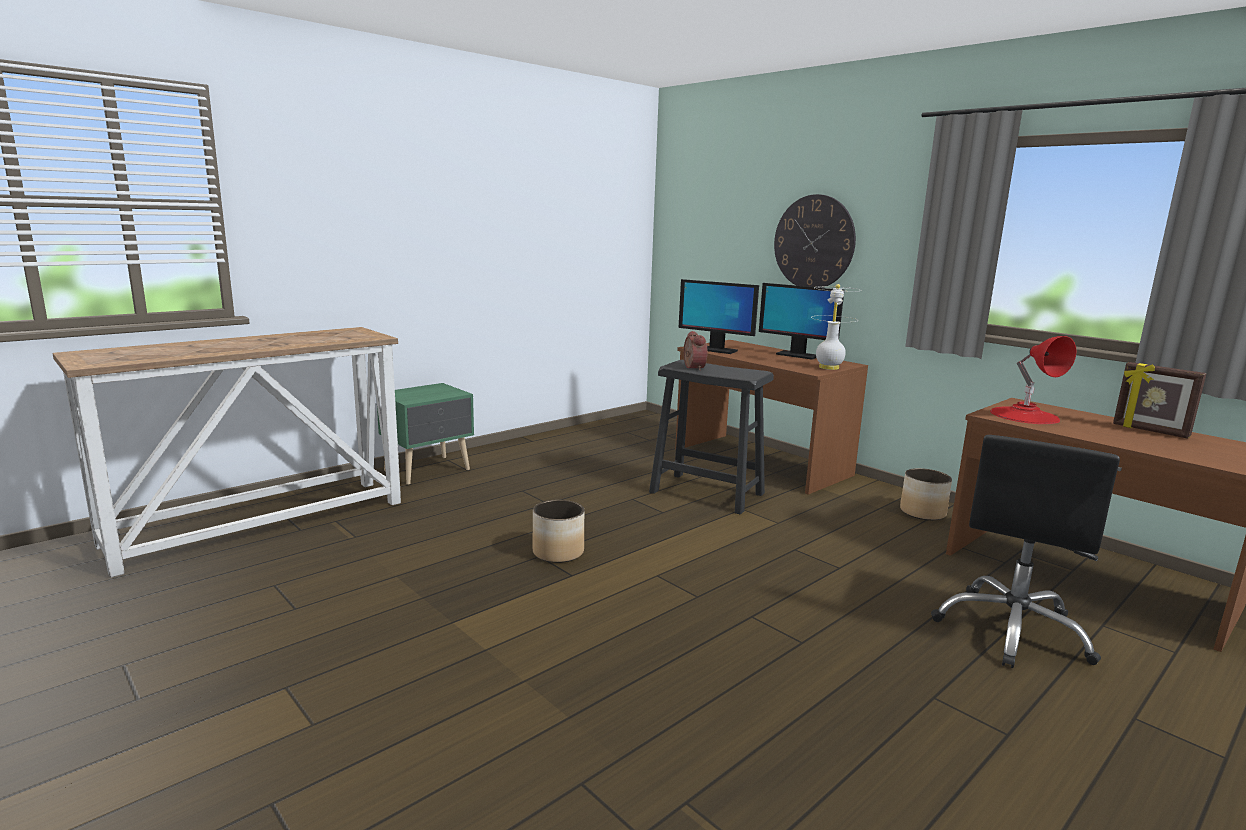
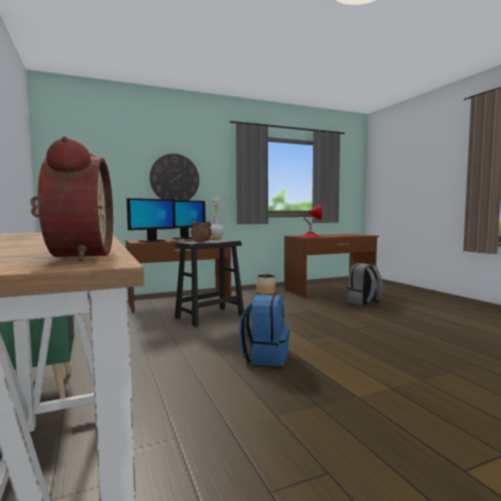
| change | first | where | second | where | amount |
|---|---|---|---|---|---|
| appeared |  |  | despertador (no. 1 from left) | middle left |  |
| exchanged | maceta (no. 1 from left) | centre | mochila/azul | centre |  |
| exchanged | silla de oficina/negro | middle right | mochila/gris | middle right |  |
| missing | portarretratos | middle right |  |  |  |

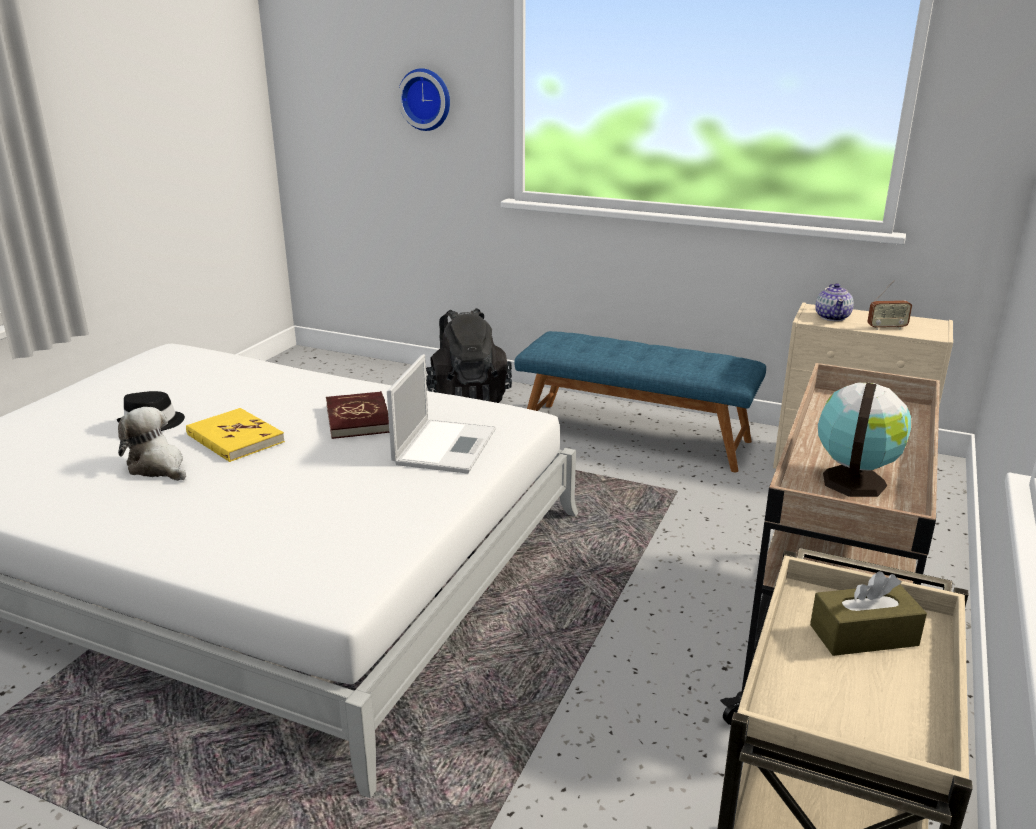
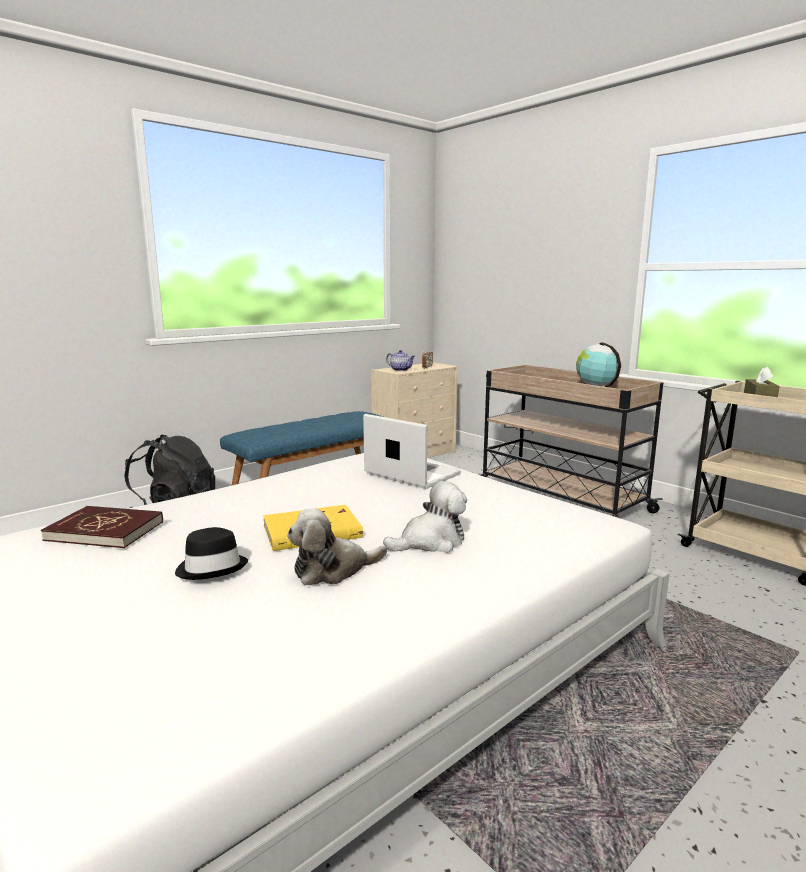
| change | first | where | second | where | amount |
|---|---|---|---|---|---|
| relocated | libro/rojo | centre |  | middle left |  |
| appeared |  |  | peluche (no. 2 from left) | centre |  |
| missing | reloj de pared | top centre |  |  |  |

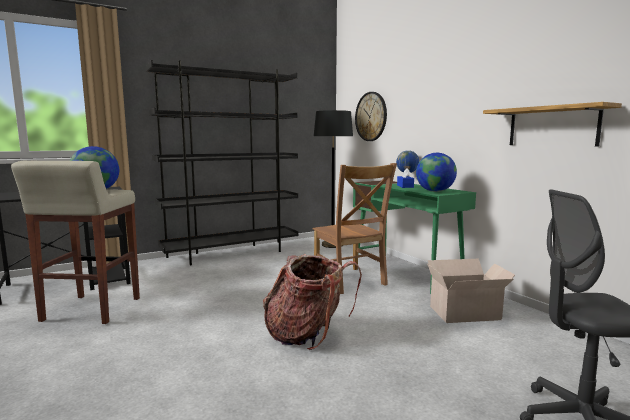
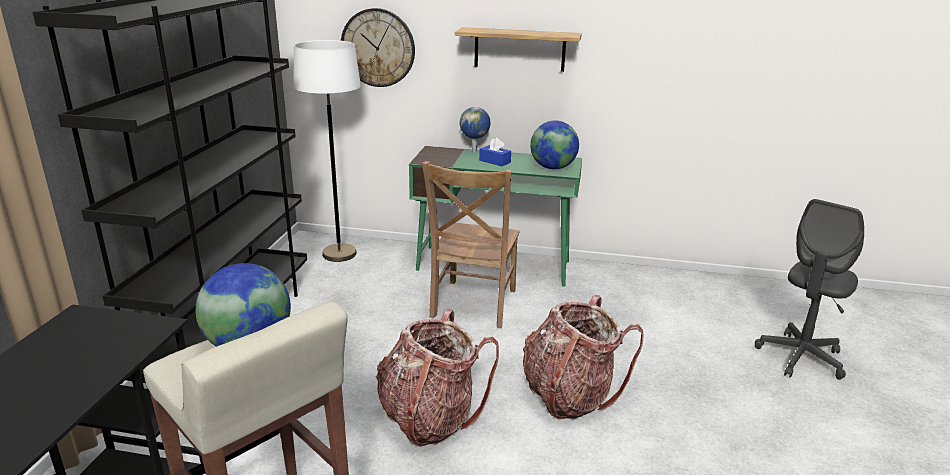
| change | first | where | second | where | amount |
|---|---|---|---|---|---|
| colour | lámpara de pie/negro | centre | lámpara de pie/blanco | top centre |  |
| appeared |  |  | mochila (no. 1 from left) | bottom centre |  |
| spun | silla/marrón | centre |  | centre | 90 degrees clockwise |
| relocated | estante | top right |  | top centre |  |
| missing | caja de cartón | bottom right |  |  |  |

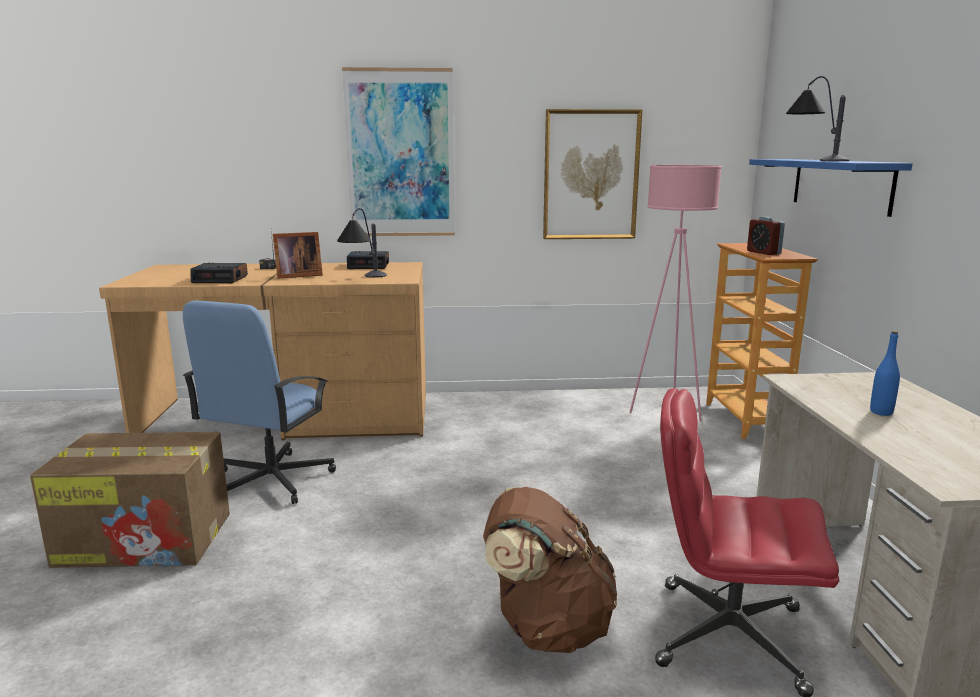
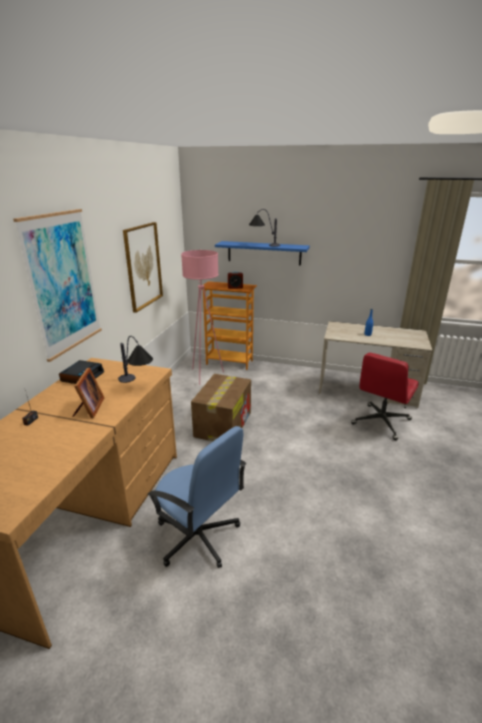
| change | first | where | second | where | amount |
|---|---|---|---|---|---|
| relocated | caja de cartón | bottom left |  | centre |  |
| missing | despertador (no. 1 from left) | middle left |  |  |  |
| missing | mochila/marrón | bottom centre |  |  |  |

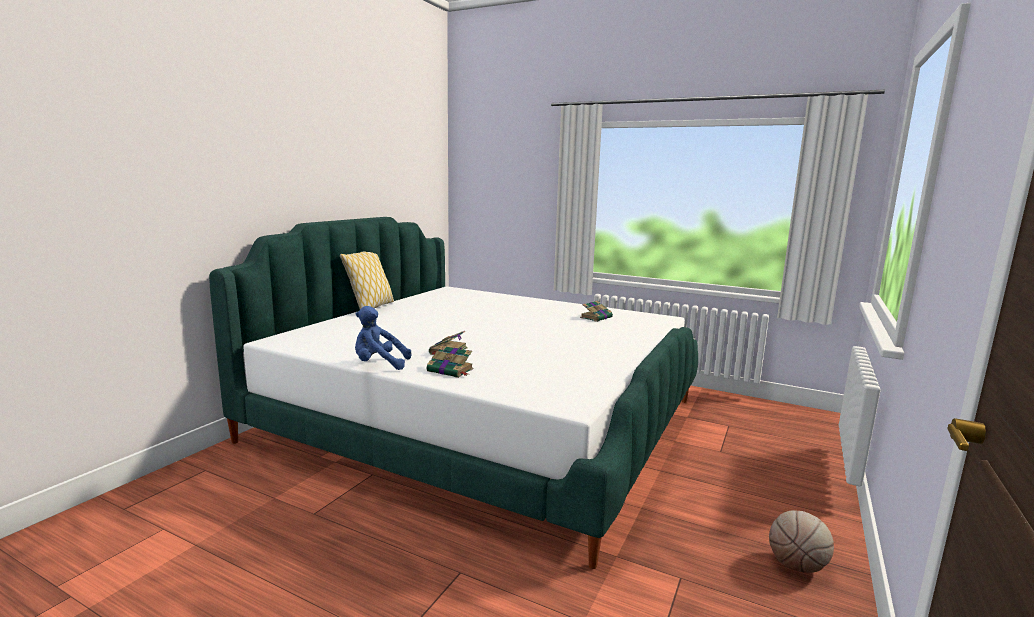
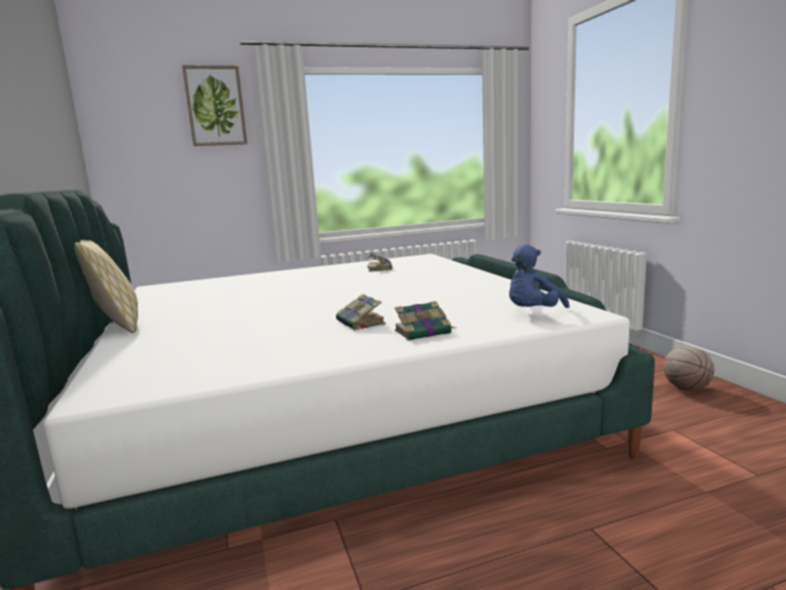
| change | first | where | second | where | amount |
|---|---|---|---|---|---|
| appeared |  |  | cuadro | top left |  |
| relocated | peluche/azul | centre |  | middle right |  |

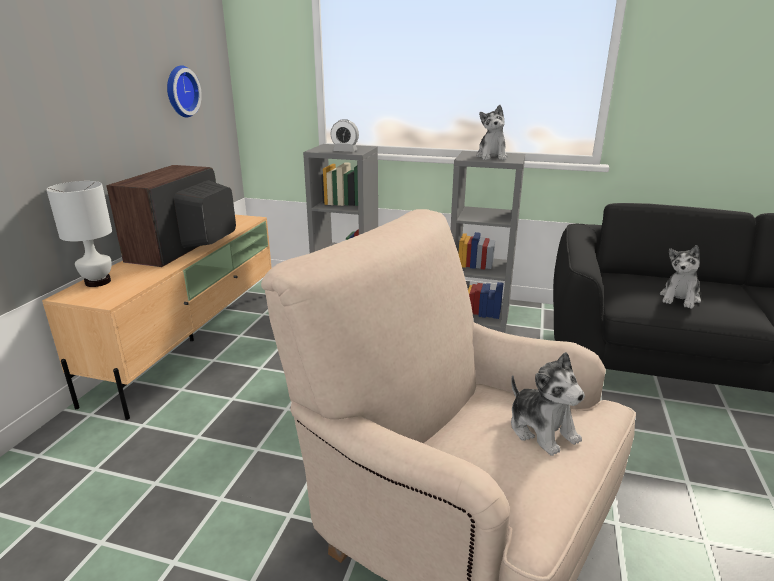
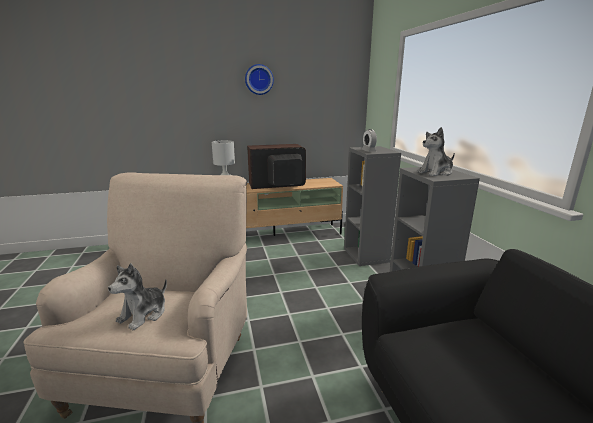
| change | first | where | second | where | amount |
|---|---|---|---|---|---|
| relocated | reloj de pared | top left |  | top centre |  |
| missing | peluche (no. 3 from left) | middle right |  |  |  |

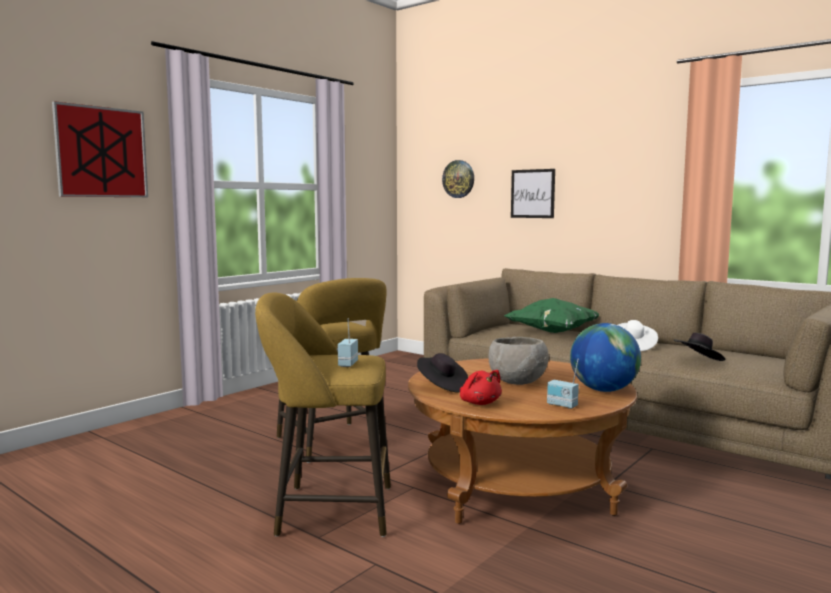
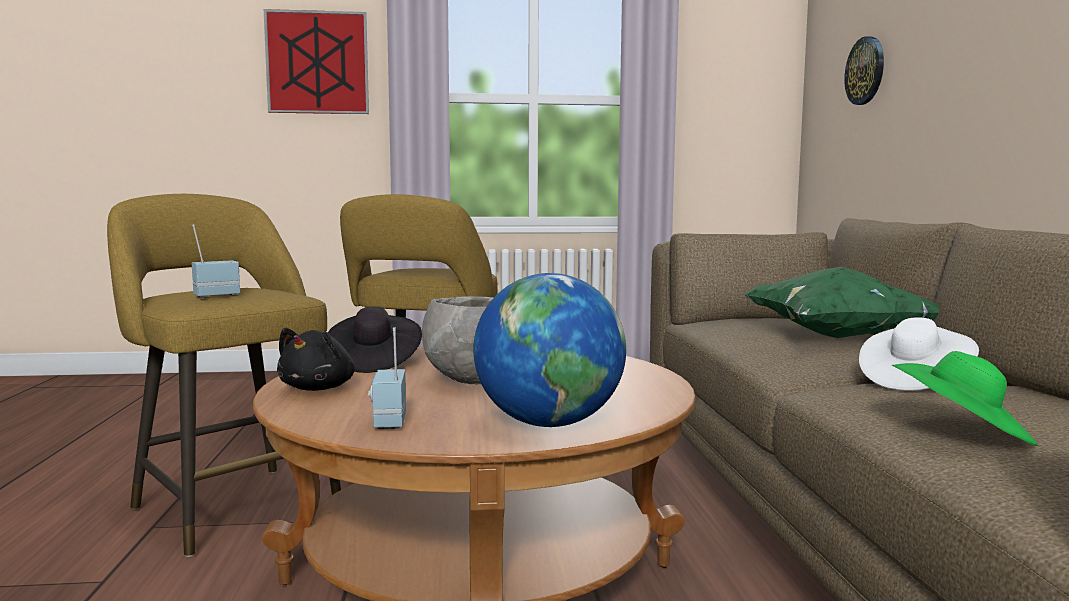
| change | first | where | second | where | amount |
|---|---|---|---|---|---|
| colour | peluche/rojo | centre | peluche/negro | middle left |  |
| colour | sombrero/negro (no. 2 from left) | middle right | sombrero/verde | middle right |  |
| missing | cuadro (no. 2 from left) | top centre |  |  |  |

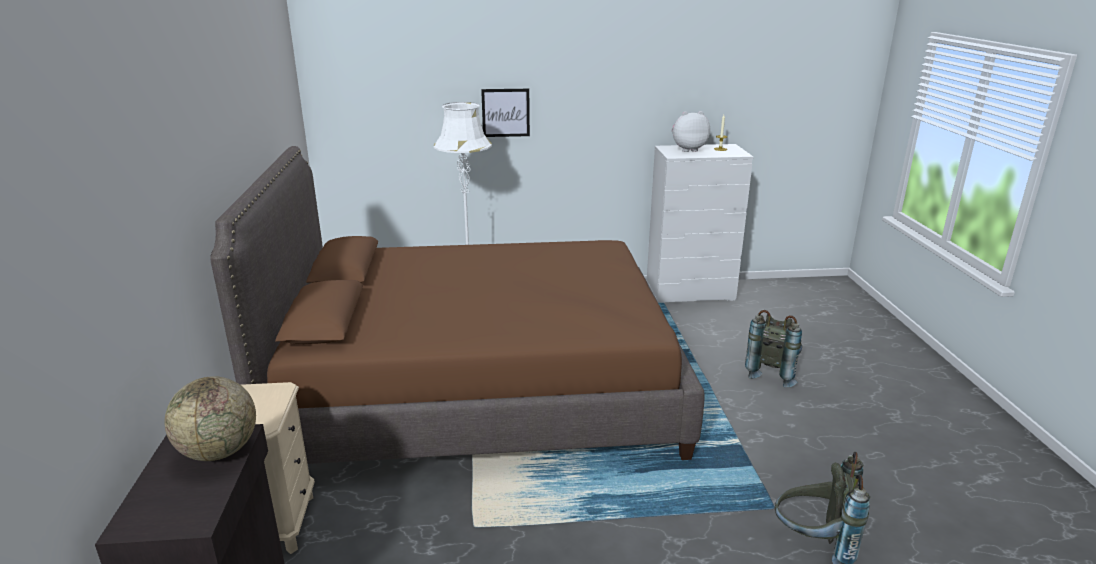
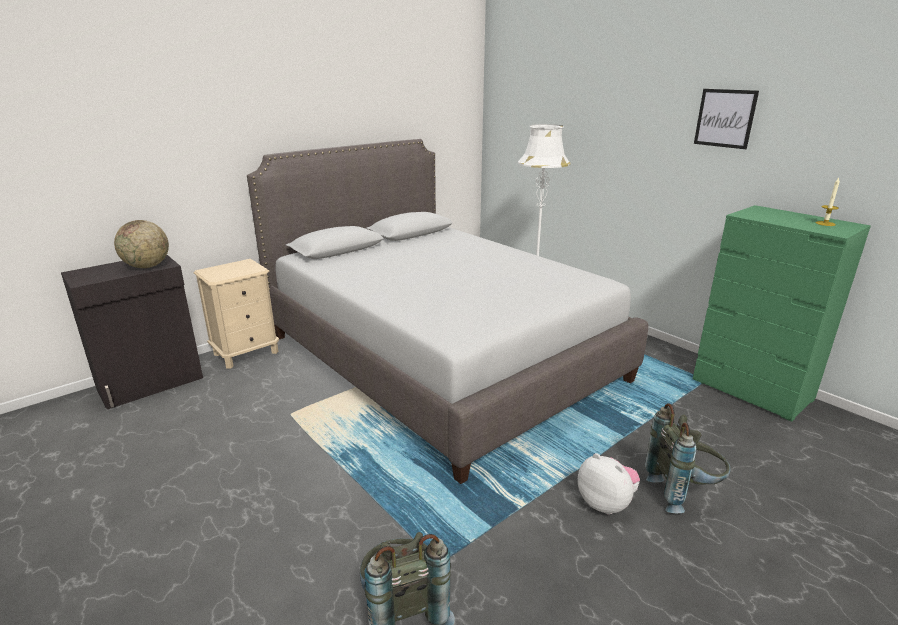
| change | first | where | second | where | amount |
|---|---|---|---|---|---|
| colour | cama/marrón | centre | cama/gris | centre |  |
| relocated | peluche | top centre |  | bottom right |  |
| colour | cómoda/blanco | centre | cómoda/verde | middle right |  |
| relocated | cuadro | top centre |  | top right |  |

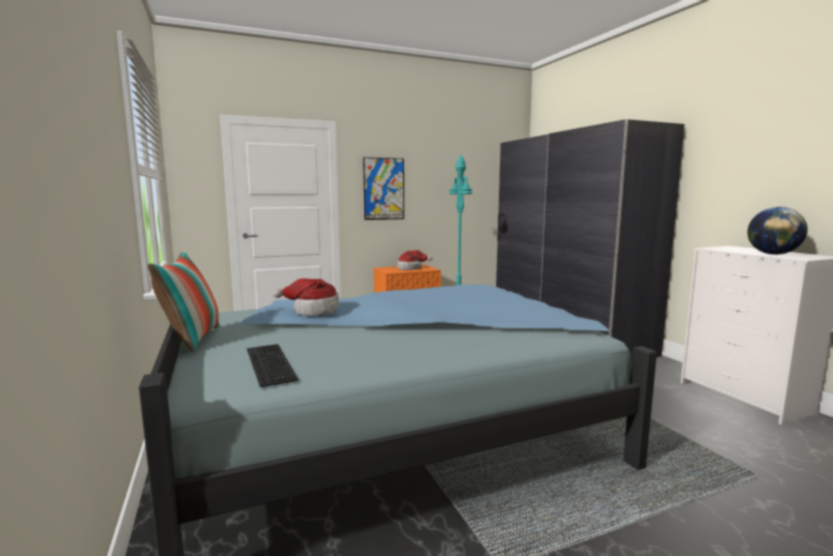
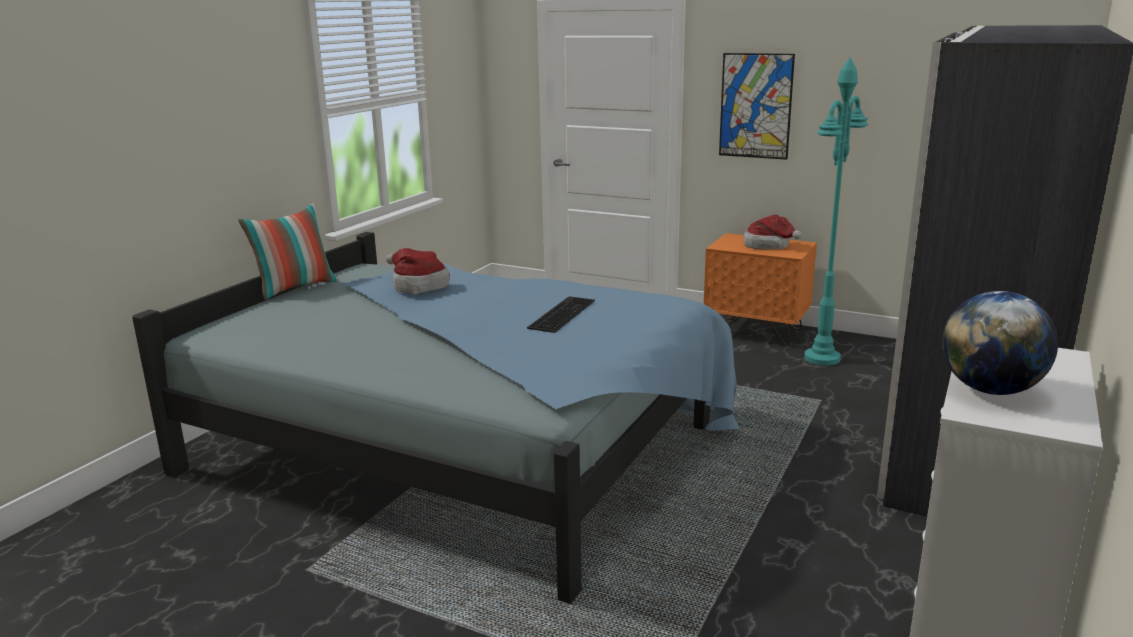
| change | first | where | second | where | amount |
|---|---|---|---|---|---|
| relocated | teclado | middle left |  | centre |  |

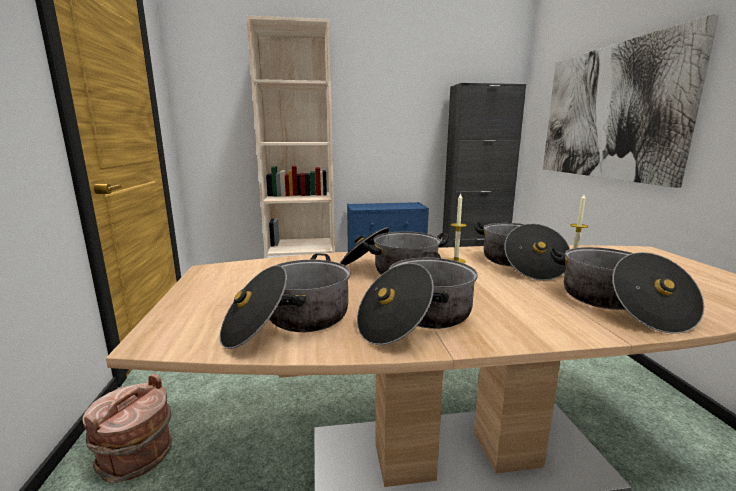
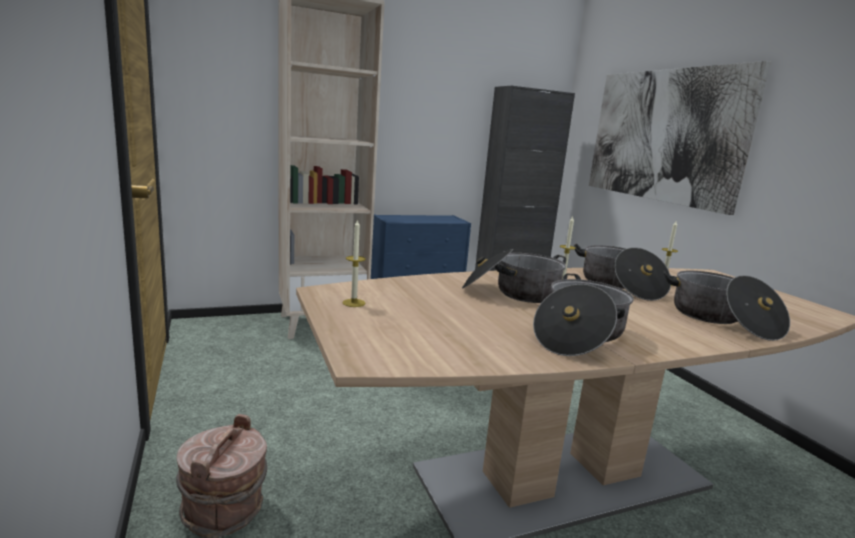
| change | first | where | second | where | amount |
|---|---|---|---|---|---|
| appeared |  |  | vela (no. 1 from left) | centre |  |
| missing | olla (no. 1 from left) | centre |  |  |  |

